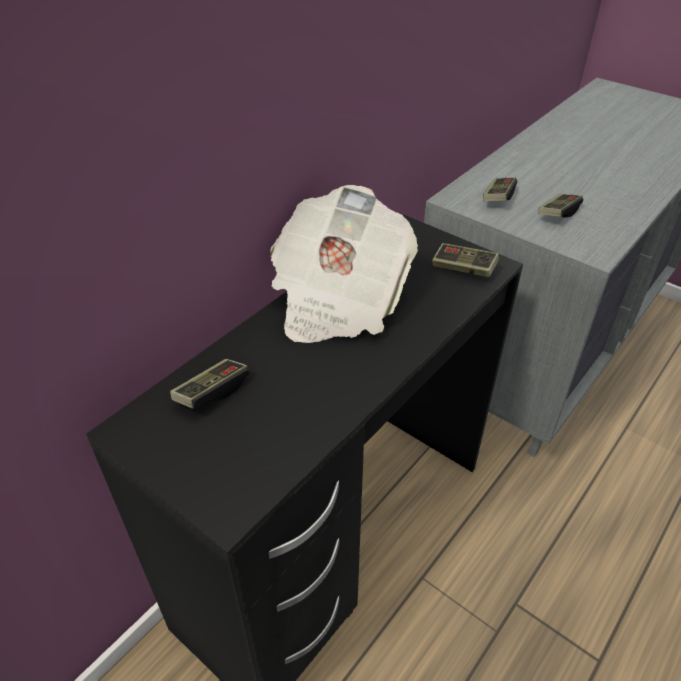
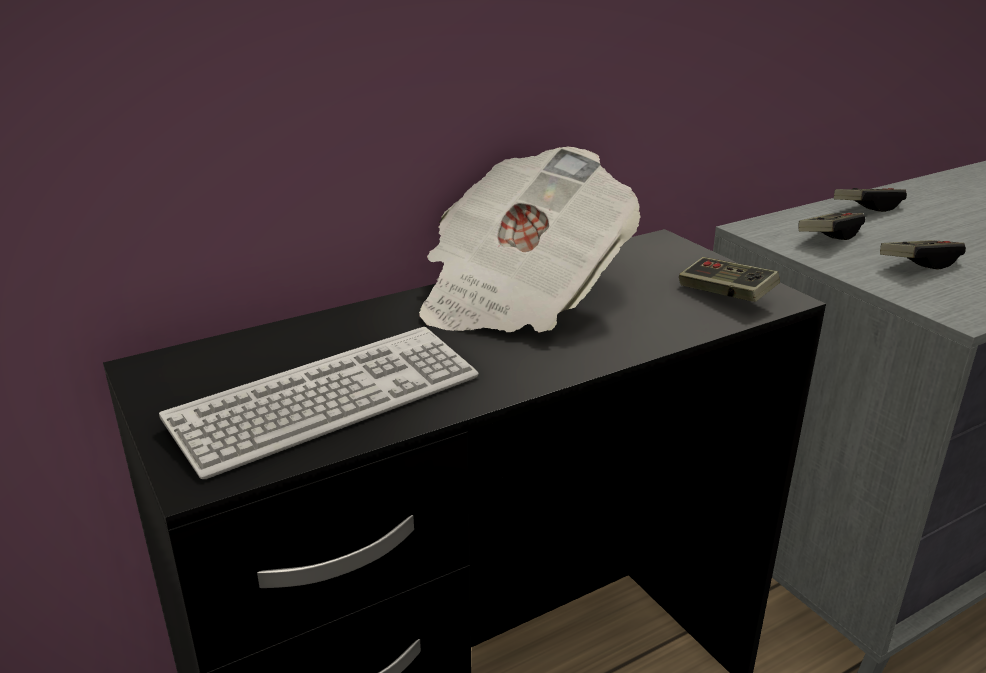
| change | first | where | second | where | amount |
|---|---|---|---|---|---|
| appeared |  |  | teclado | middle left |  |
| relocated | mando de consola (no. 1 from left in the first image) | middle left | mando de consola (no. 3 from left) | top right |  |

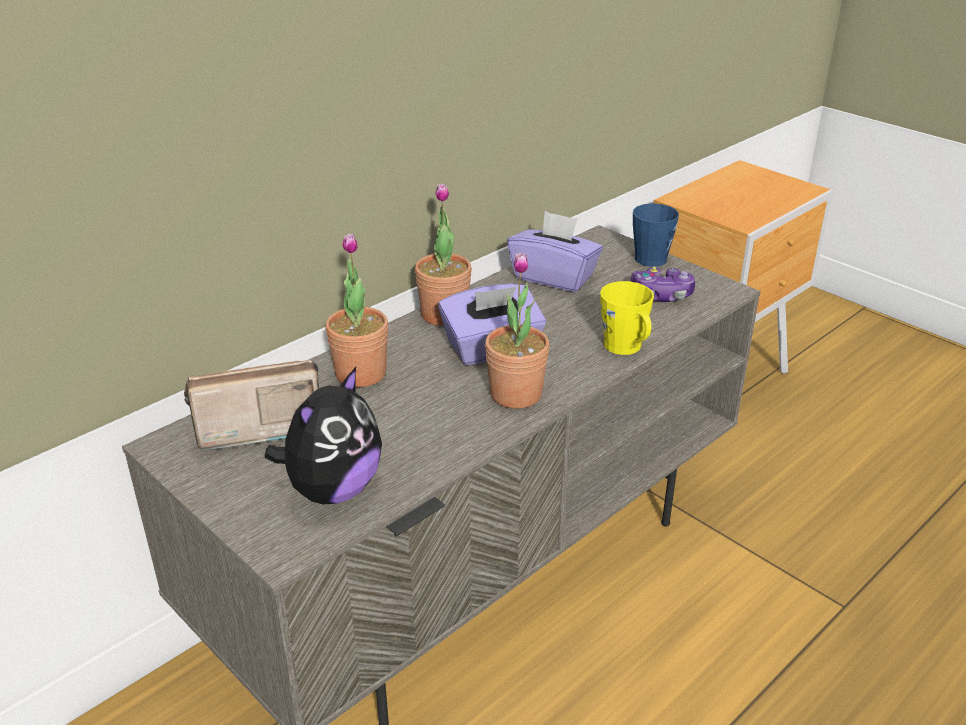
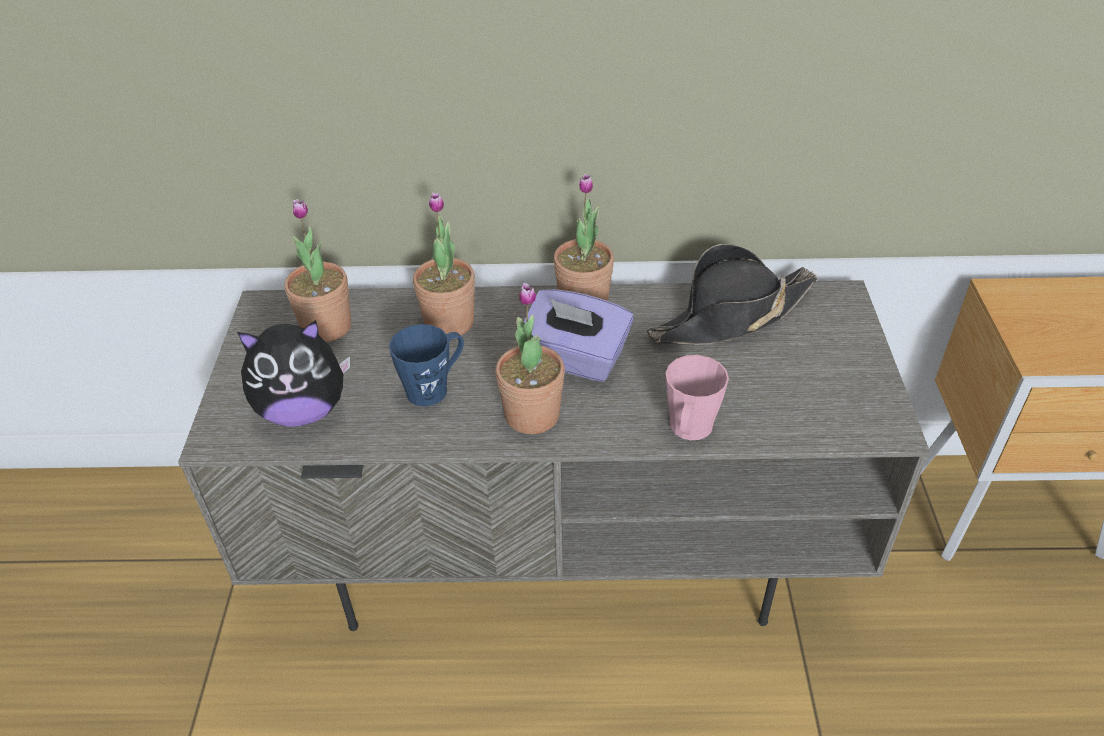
| change | first | where | second | where | amount |
|---|---|---|---|---|---|
| exchanged | radio | middle left | planta en maceta (no. 1 from left) | middle left |  |
| relocated | taza grande/azul | top right |  | centre |  |
| exchanged | caja de pañuelos/morado (no. 2 from left) | centre | sombrero/negro | centre |  |
| colour | taza grande/amarillo | centre | taza grande/rosa | centre |  |
| missing | mando de consola | middle right |  |  |  |

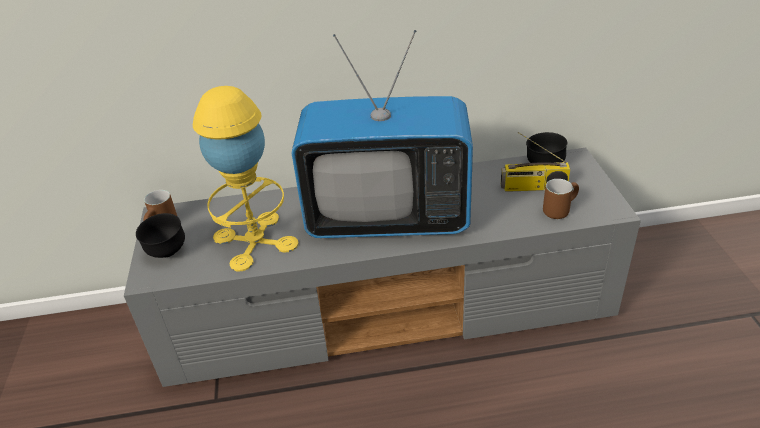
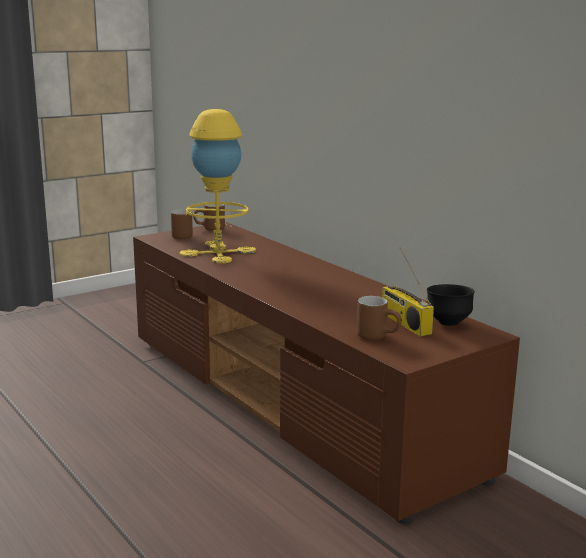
| change | first | where | second | where | amount |
|---|---|---|---|---|---|
| colour | mueble de televisión/gris | centre | mueble de televisión/marrón | bottom centre |  |
| exchanged | cuenco/negro (no. 1 from left) | middle left | taza grande/marrón (no. 1 from left) | middle left |  |
| missing | televisor | top centre |  |  |  |

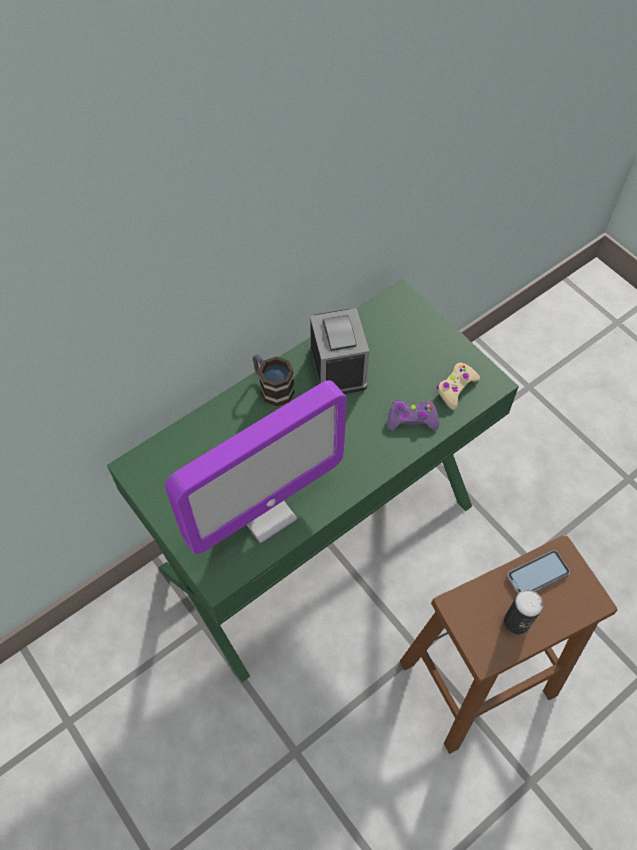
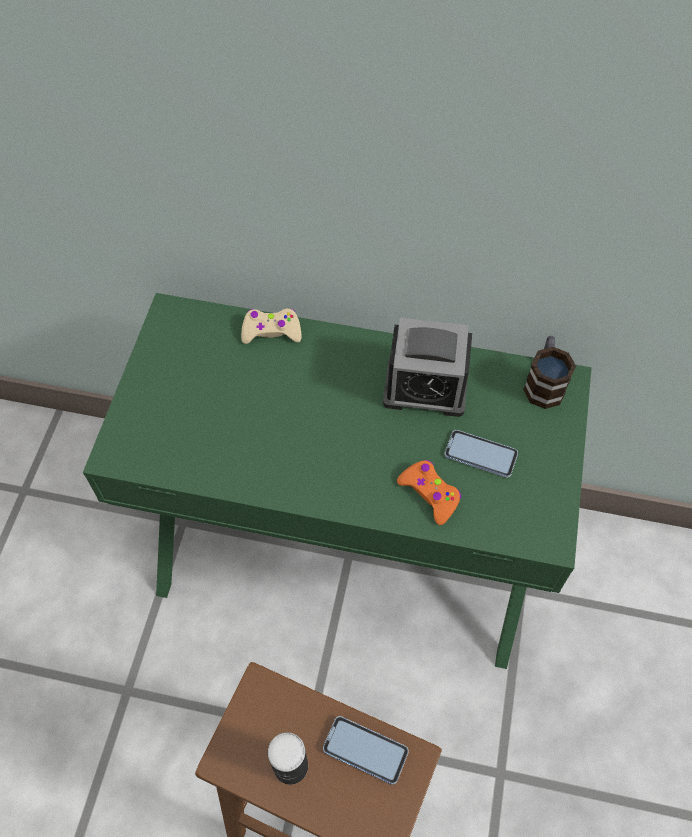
| change | first | where | second | where | amount |
|---|---|---|---|---|---|
| relocated | mando de consola/beis | middle right |  | centre |  |
| spun | despertador | centre |  | centre | 60 degrees clockwise |
| colour | mando de consola/morado | centre | mando de consola/naranja | centre |  |
| appeared |  |  | móvil (no. 2 from left) | middle right |  |
| relocated | taza grande | centre |  | middle right |  |
| missing | monitor | centre |  |  |  |

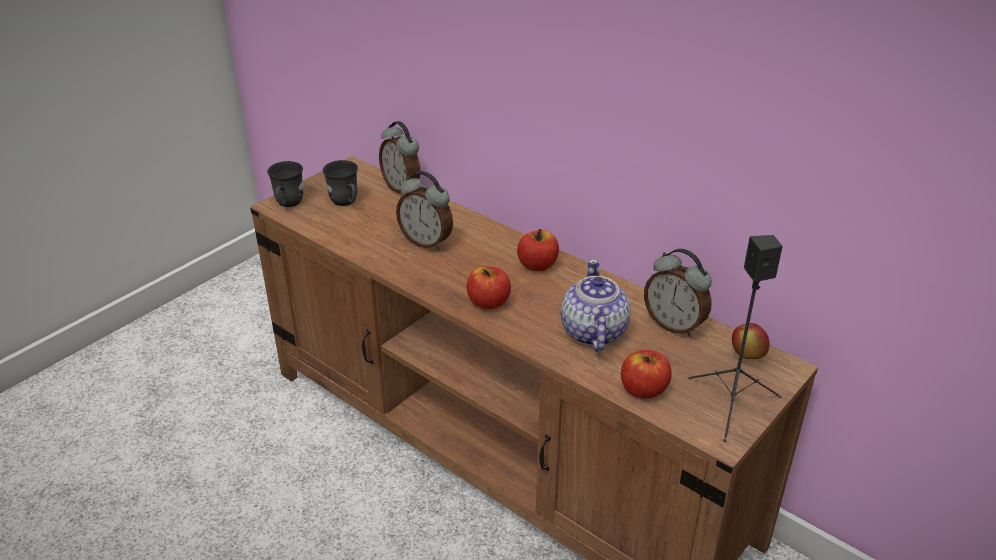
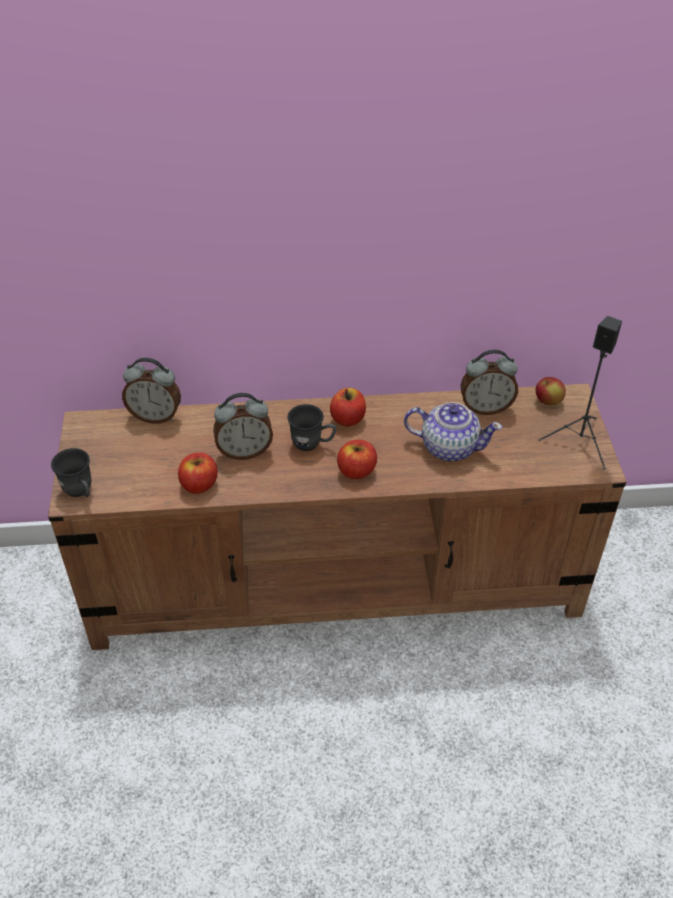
| change | first | where | second | where | amount |
|---|---|---|---|---|---|
| relocated | manzana (no. 3 from left in the first image) | bottom centre | manzana (no. 1 from left) | middle left |  |
| relocated | taza grande/gris (no. 2 from left) | top centre |  | centre |  |
| spun | tetera | centre |  | middle right | 150 degrees clockwise |

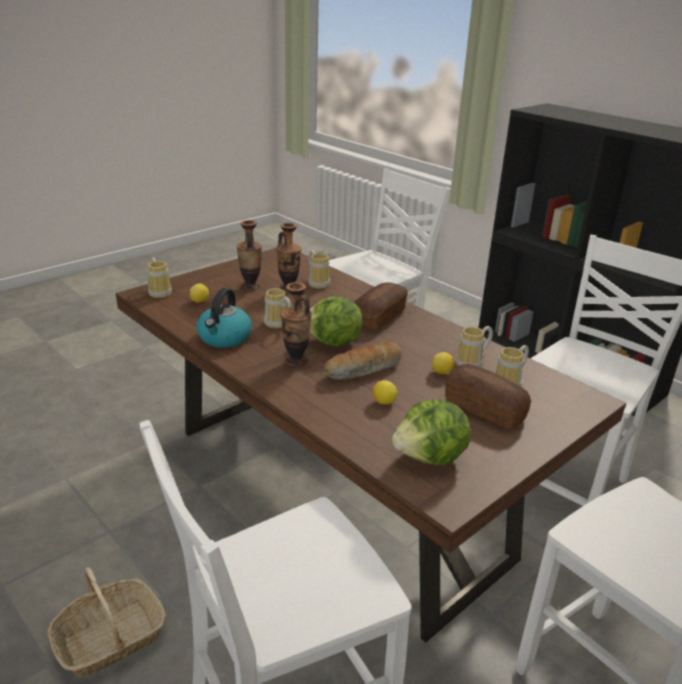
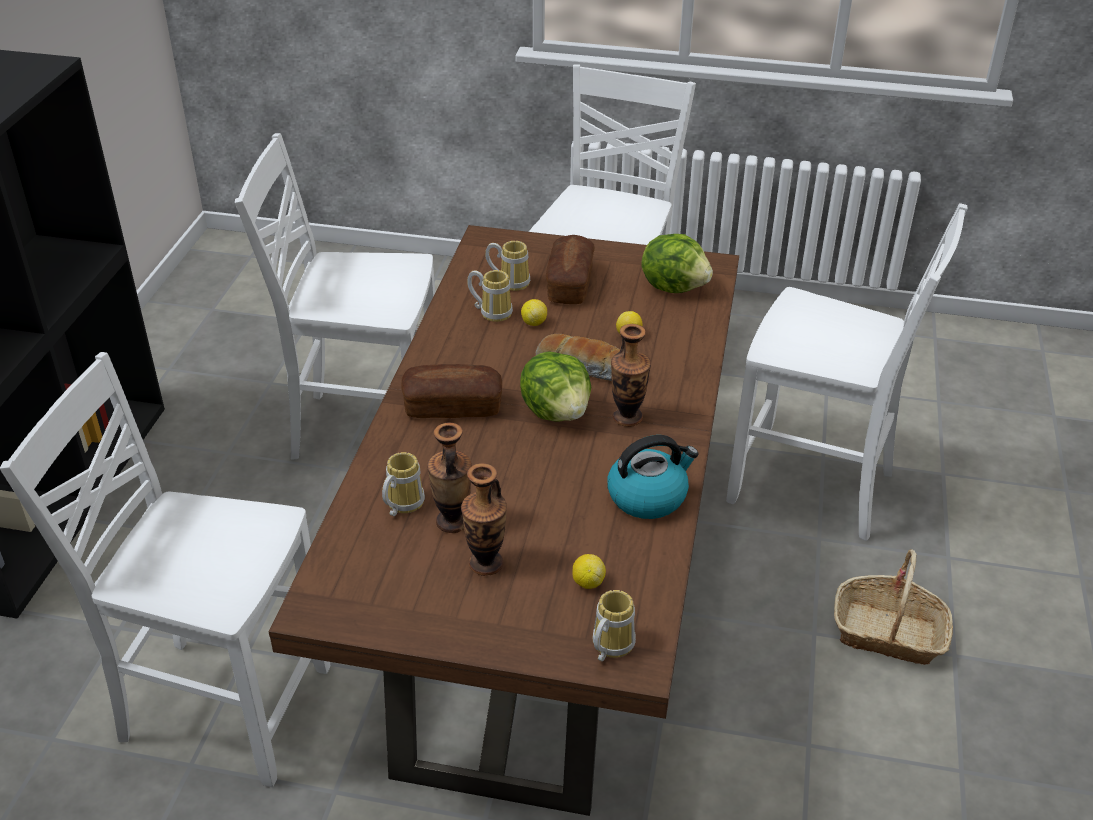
| change | first | where | second | where | amount |
|---|---|---|---|---|---|
| missing | taza grande (no. 2 from left) | centre |  |  |  |

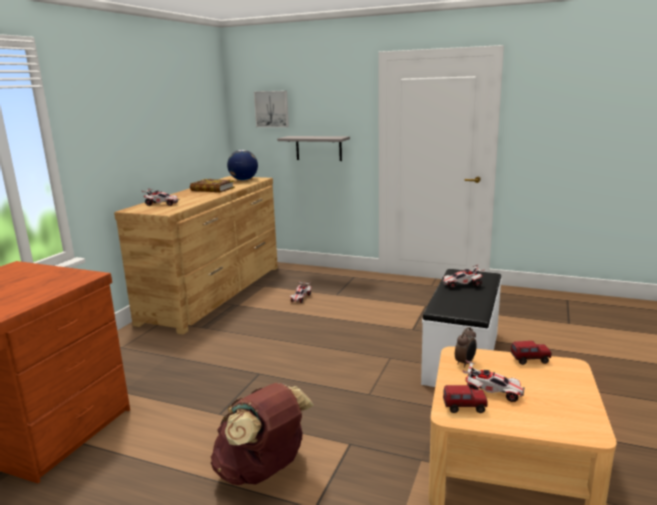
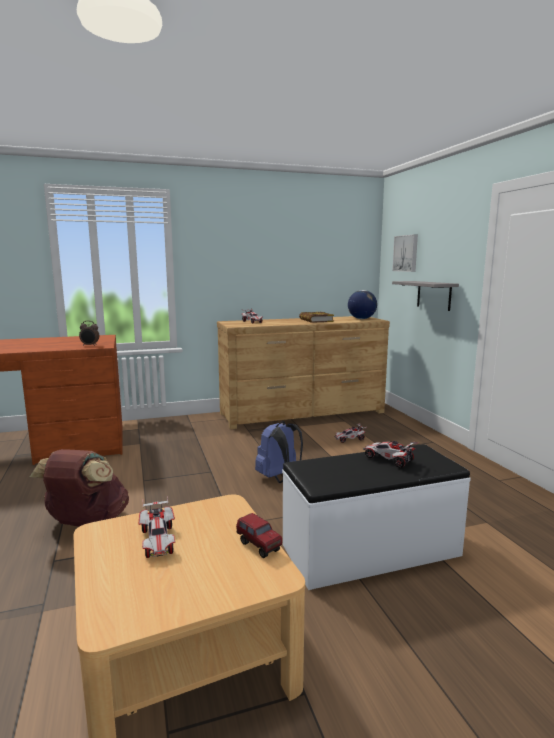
| change | first | where | second | where | amount |
|---|---|---|---|---|---|
| relocated | despertador | bottom right |  | middle left |  |
| appeared |  |  | mochila/azul | centre |  |
| missing | camión de juguete (no. 1 from left) | bottom right |  |  |  |

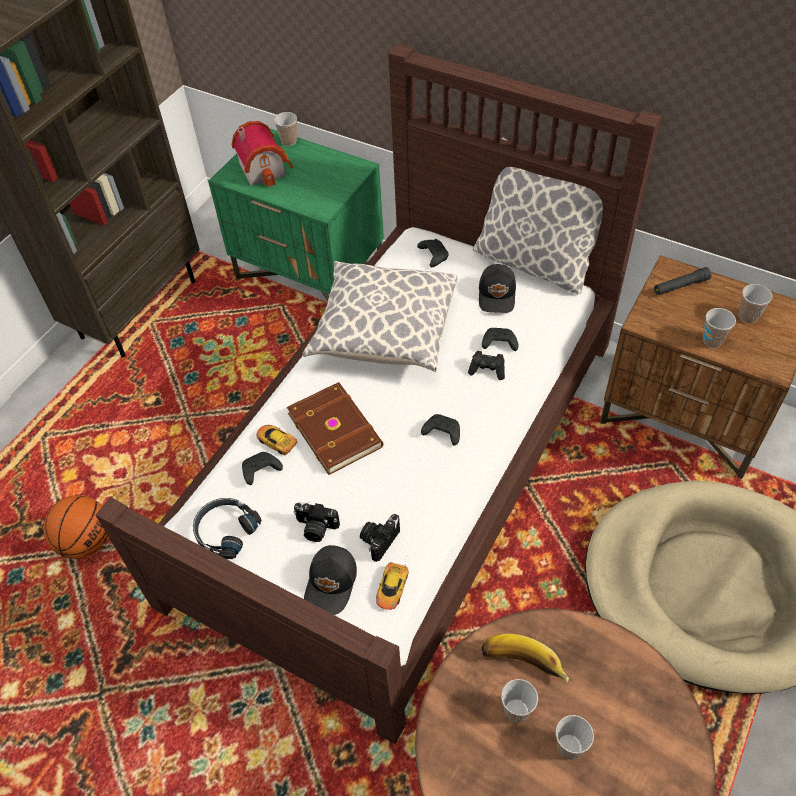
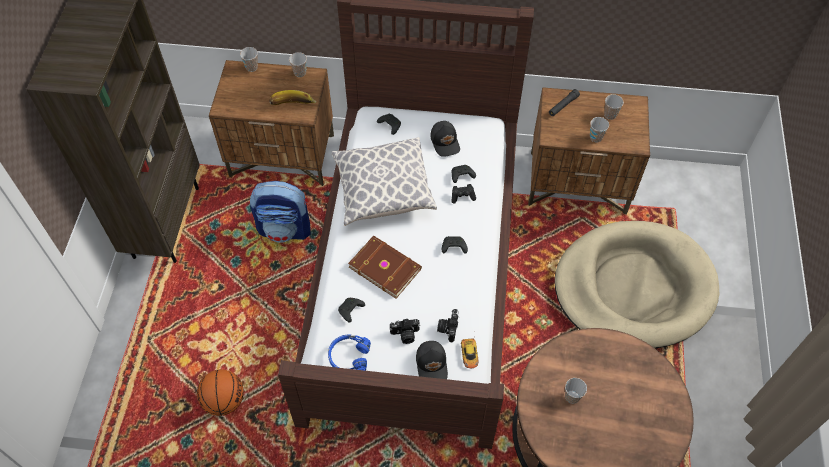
| change | first | where | second | where | amount |
|---|---|---|---|---|---|
| colour | mesita de noche/verde | top centre | mesita de noche/marrón (no. 1 from left) | top left |  |
| appeared |  |  | mochila | centre |  |
| relocated | plátano | bottom centre |  | top centre |  |
| relocated | taza (no. 3 from left in the first image) | bottom right | taza (no. 2 from left) | top centre |  |
| colour | auriculares/negro | middle left | auriculares/azul | bottom centre |  |
| missing | casita | top left |  |  |  |
| missing | coche de juguete (no. 1 from left) | centre |  |  |  |
| missing | cojín (no. 2 from left) | top right |  |  |  |

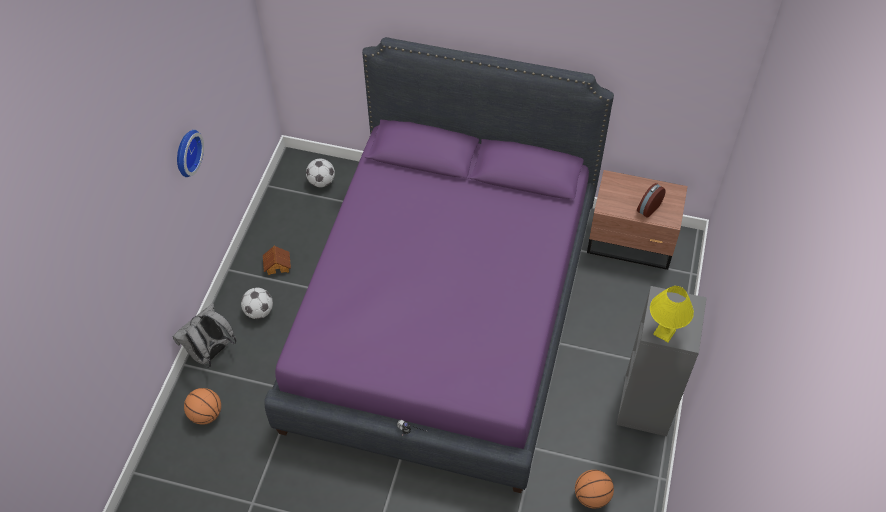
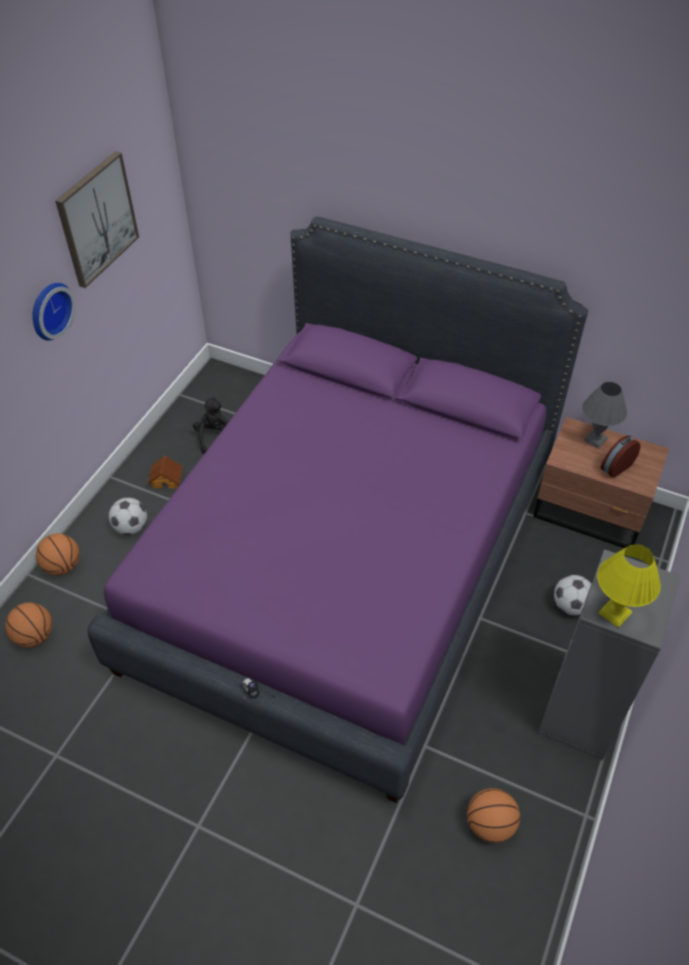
| change | first | where | second | where | amount |
|---|---|---|---|---|---|
| exchanged | mochila/gris | middle left | balón de baloncesto (no. 2 from left) | middle left |  |
| appeared |  |  | cuadro | top left |  |
| appeared |  |  | peluche/negro | middle left |  |
| relocated | balón de fútbol (no. 2 from left) | centre |  | middle right |  |
| appeared |  |  | lámpara de mesa/gris | middle right |  |

